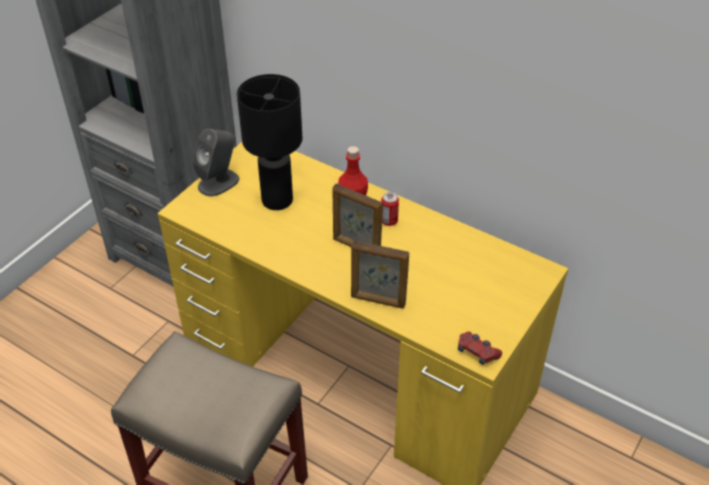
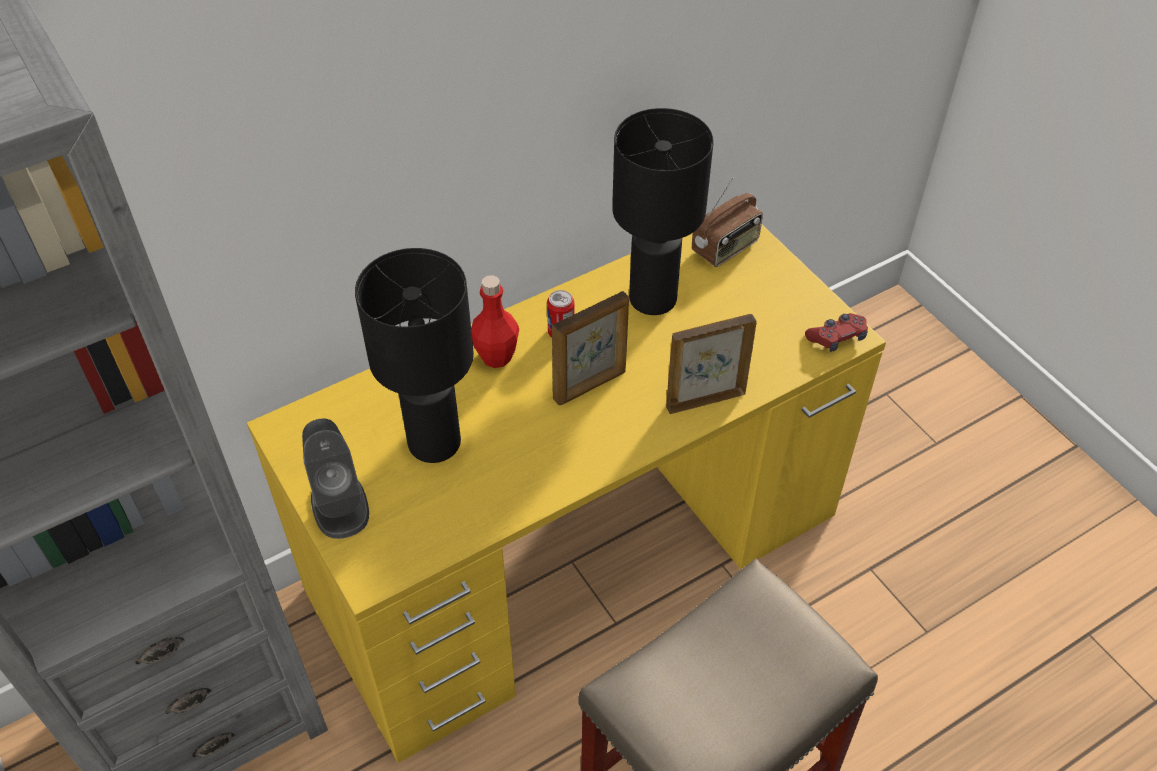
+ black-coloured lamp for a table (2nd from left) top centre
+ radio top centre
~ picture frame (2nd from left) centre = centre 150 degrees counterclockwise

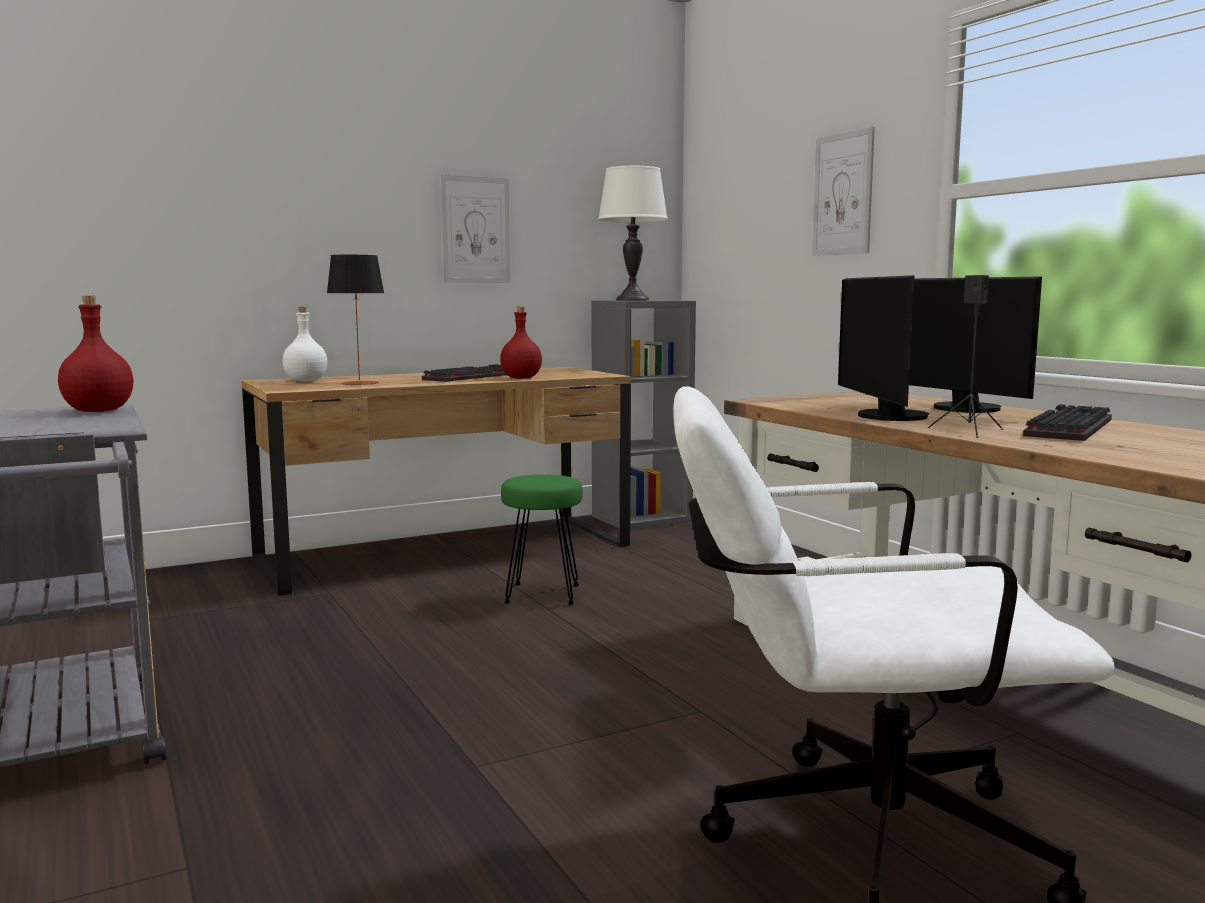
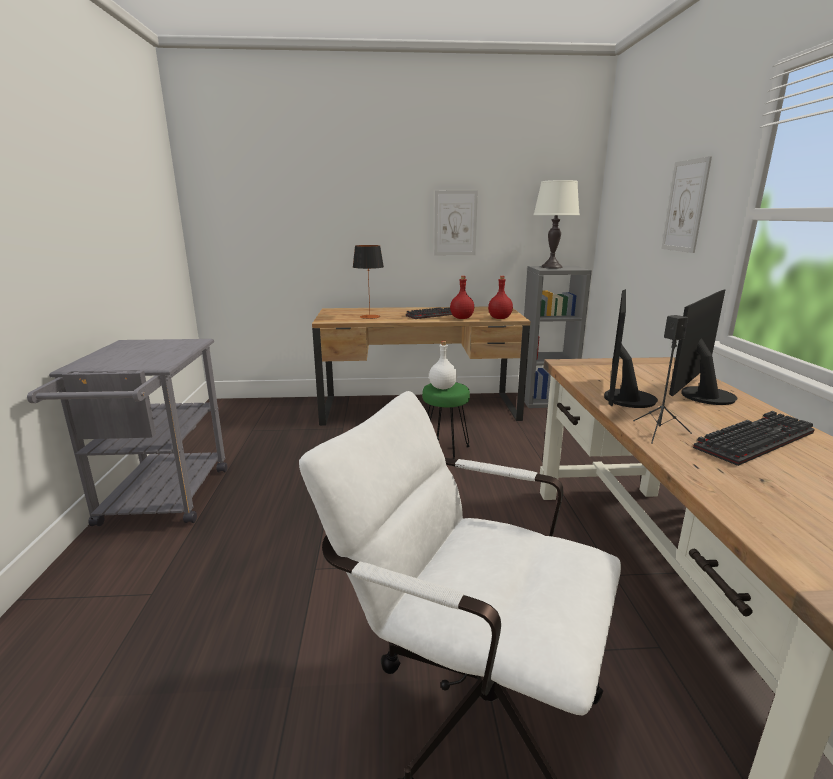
~ red bottle (1st from left in the first image) middle left to red bottle (2nd from left) centre
~ whitish bottle middle left to centre
~ computer display (2nd from left) middle right = middle right 45 degrees clockwise

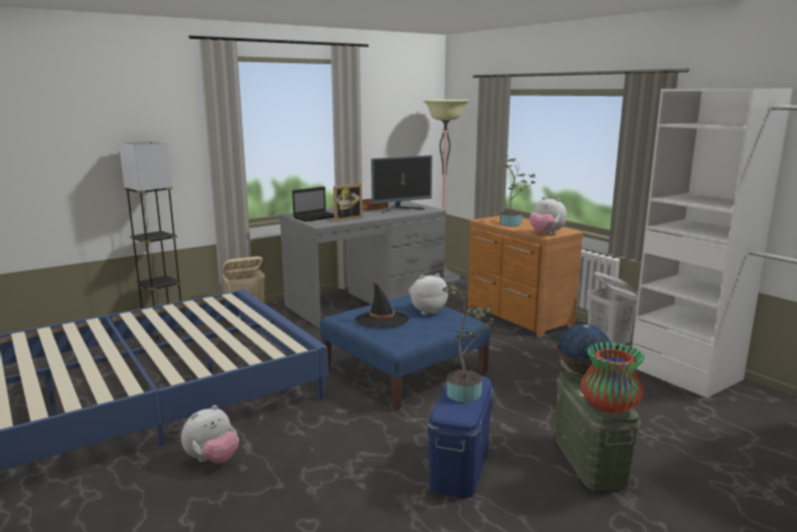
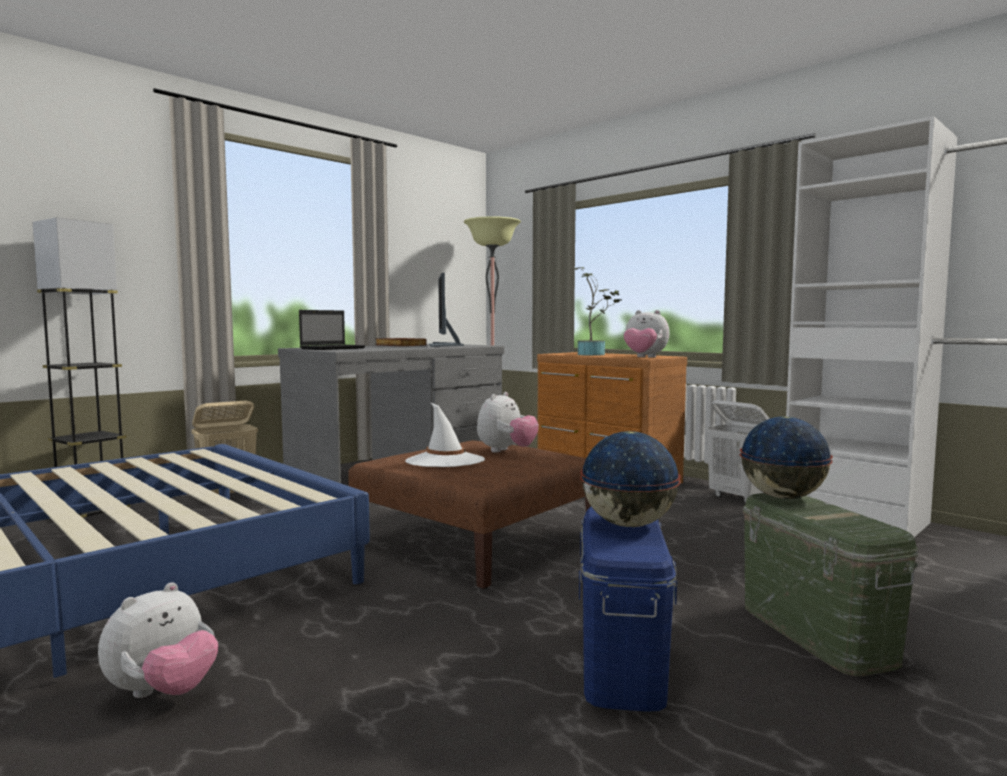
- picture frame centre
- flower vase bottom right
~ plant in a pot (1st from left) centre to globe (1st from left) centre
~ blue-coloured footrest centre to brownish footrest centre
~ black-coloured wearable hat centre to whitish wearable hat centre
~ computer display centre = centre 120 degrees clockwise
~ cuddly toy (2nd from left) centre = centre 150 degrees clockwise

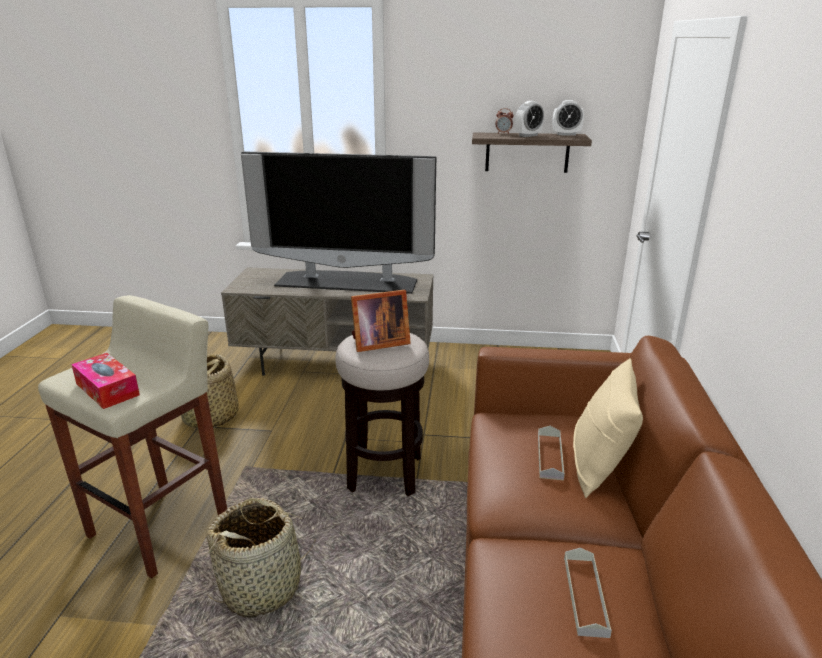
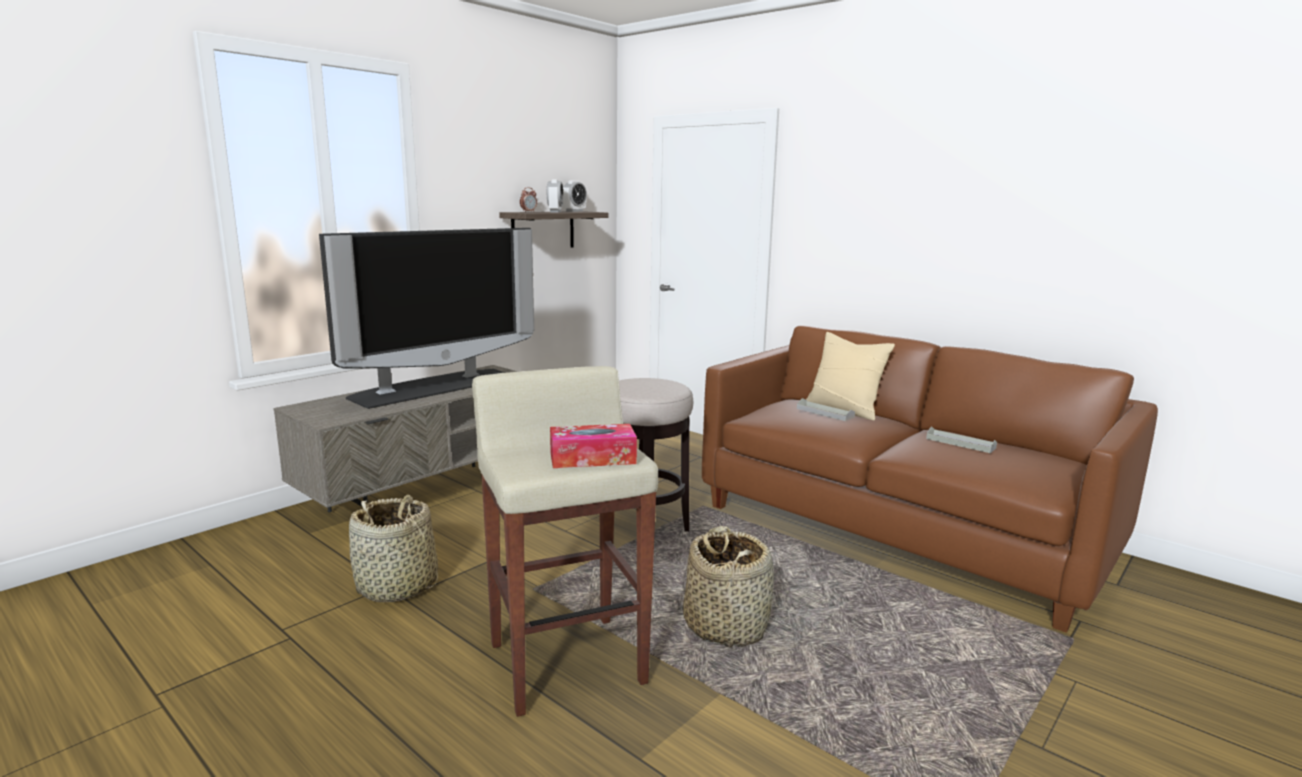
- picture frame centre

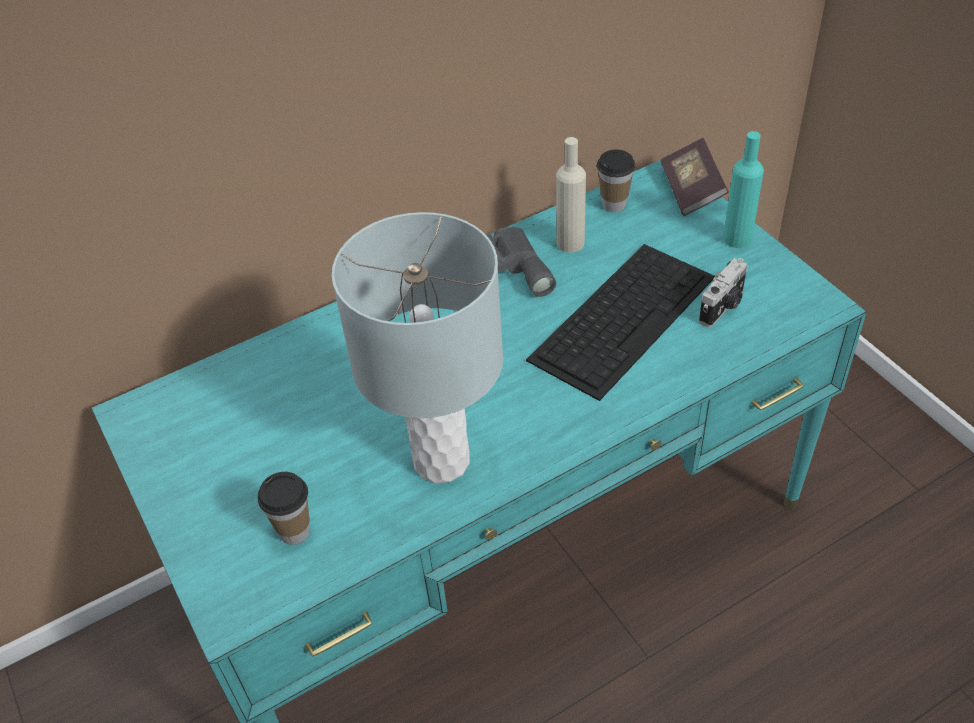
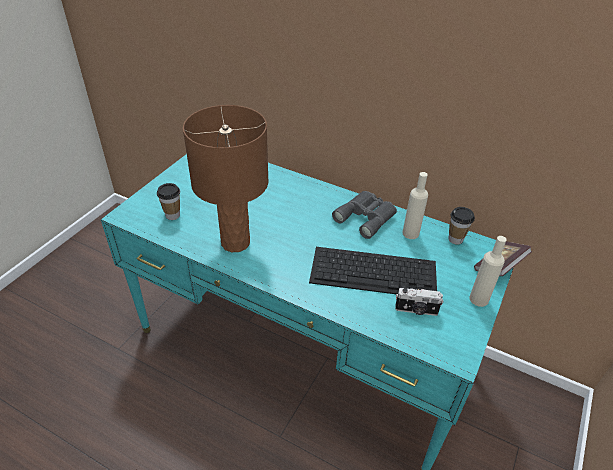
~ gray lamp for a table centre to brownish lamp for a table centre
~ turquoise bottle top right to beige bottle (2nd from left) middle right

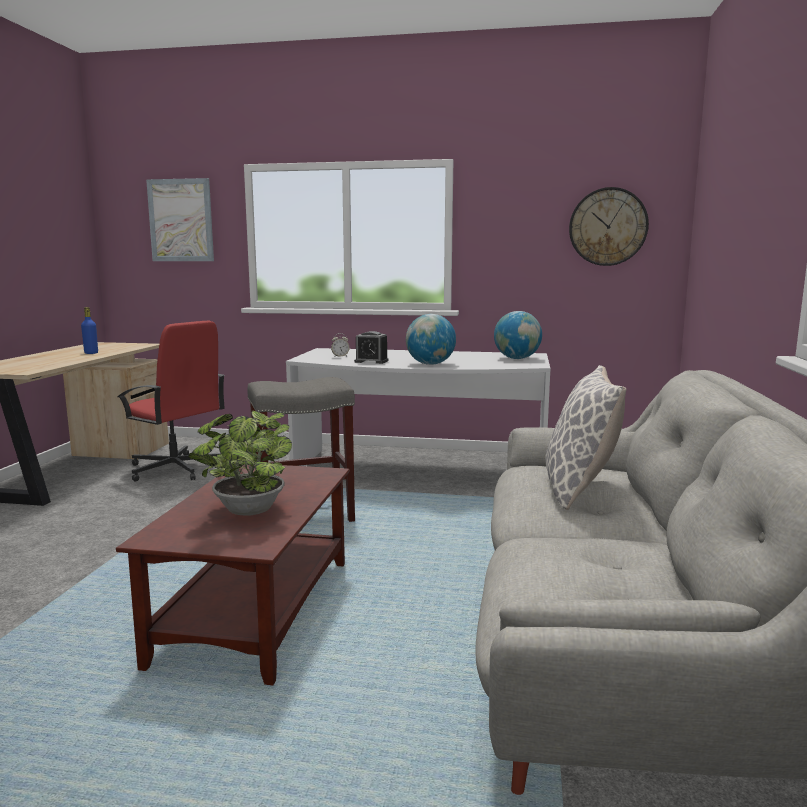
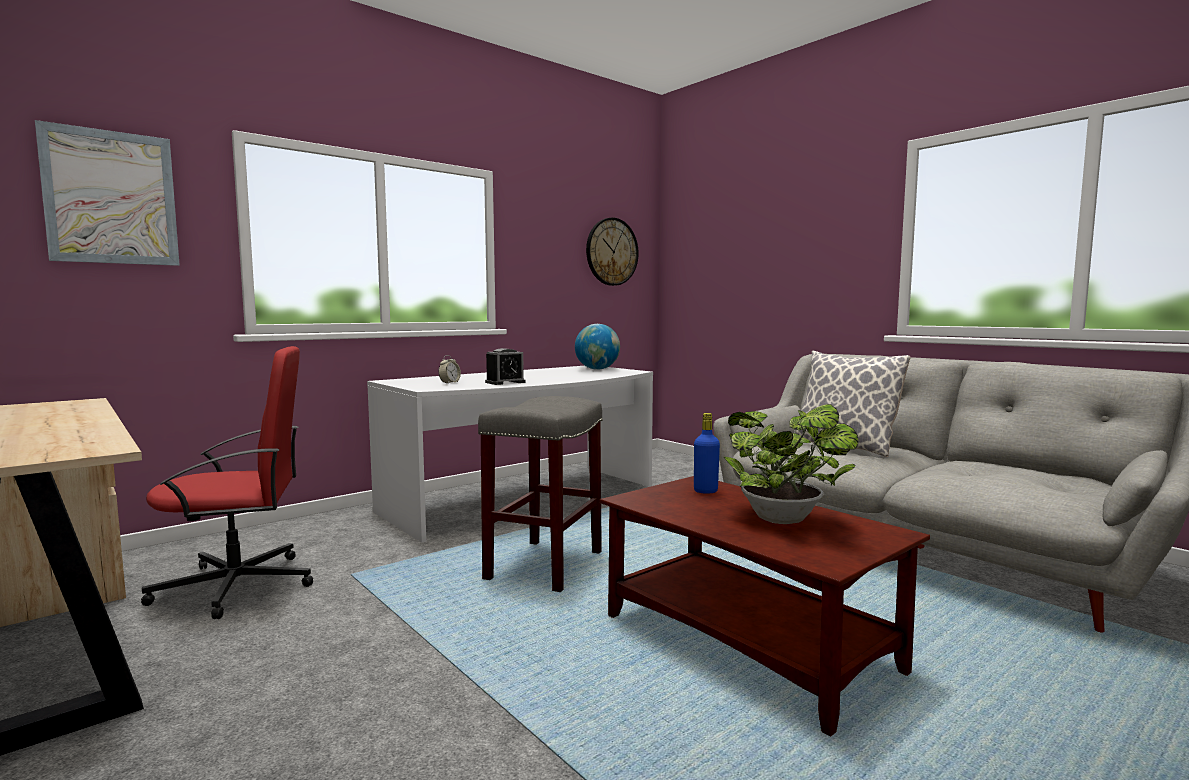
- globe (1st from left) centre
~ blue-coloured bottle middle left to centre

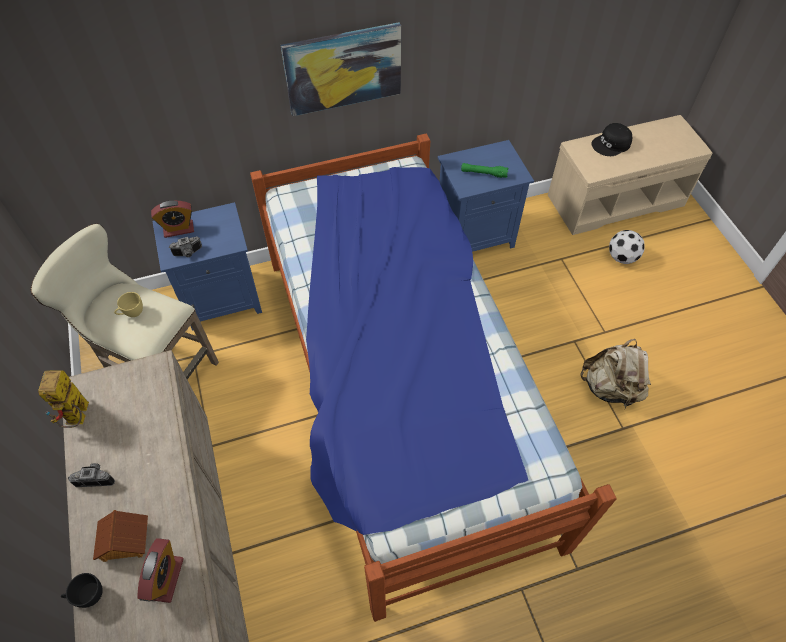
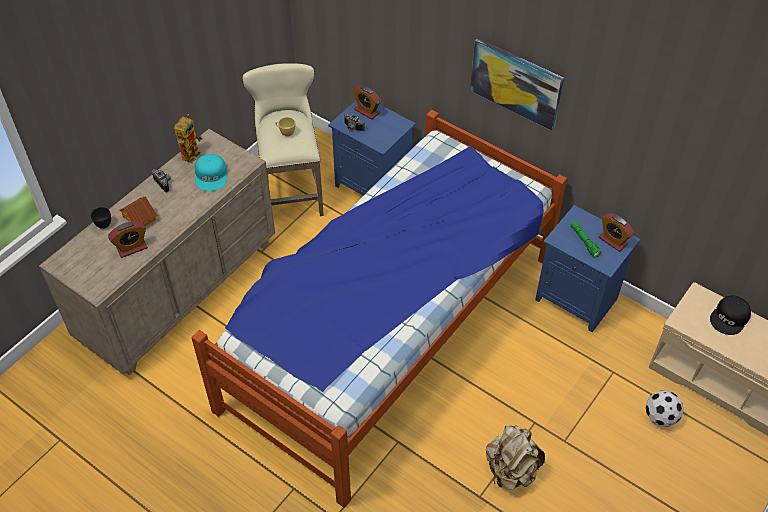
+ turquoise peaked cap middle left
+ bedside clock (3rd from left) middle right
~ toy robot middle left = top left 150 degrees clockwise
~ black-coloured peaked cap top right = middle right 75 degrees counterclockwise

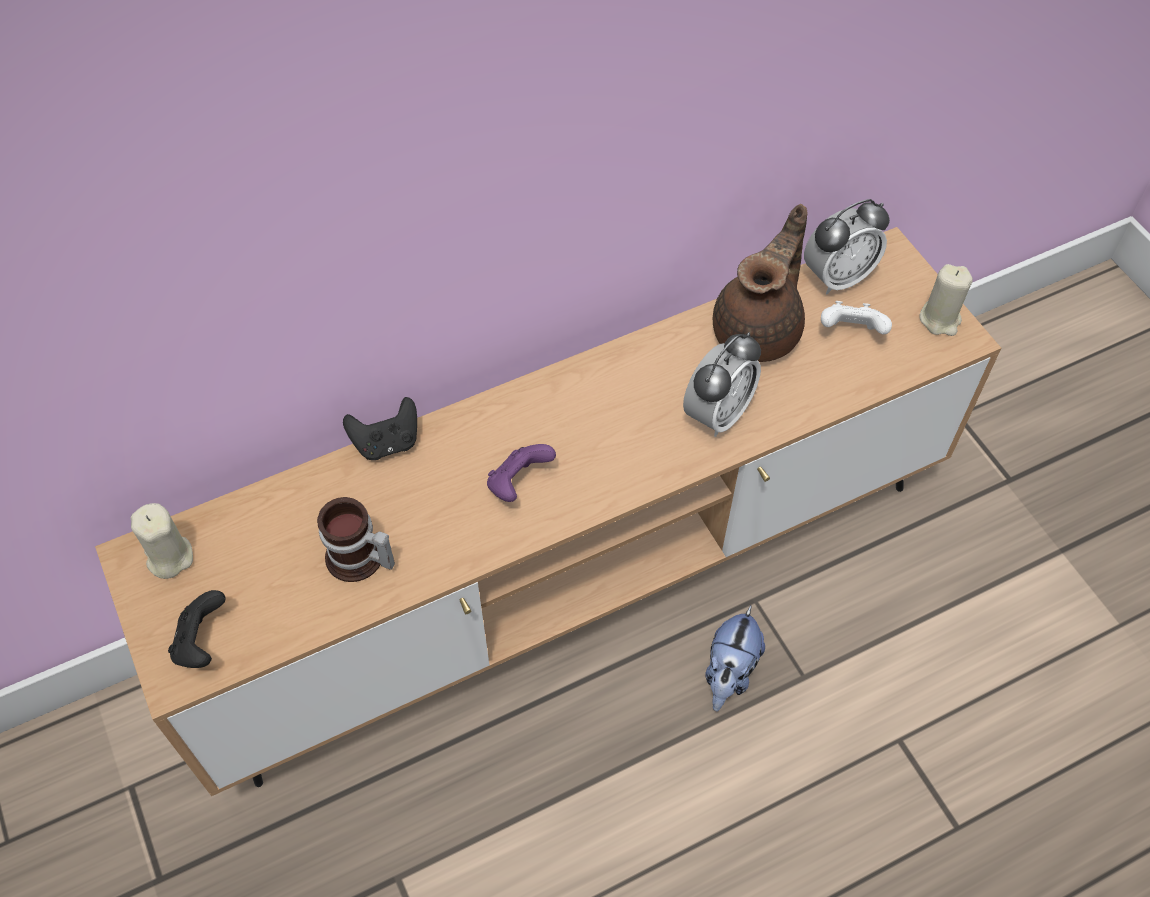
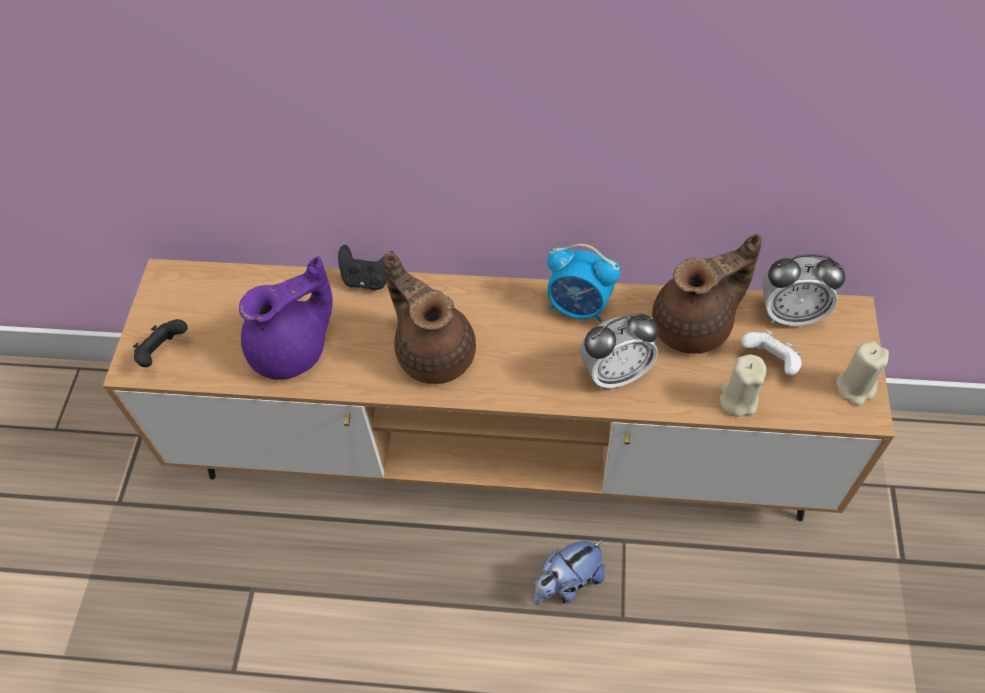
+ bedside clock (1st from left) centre
~ beige wax candle (1st from left) middle left to middle right
~ coffee mug middle left to purple pot for tea middle left
~ purple game controller centre to brownish pot for tea (1st from left) centre

